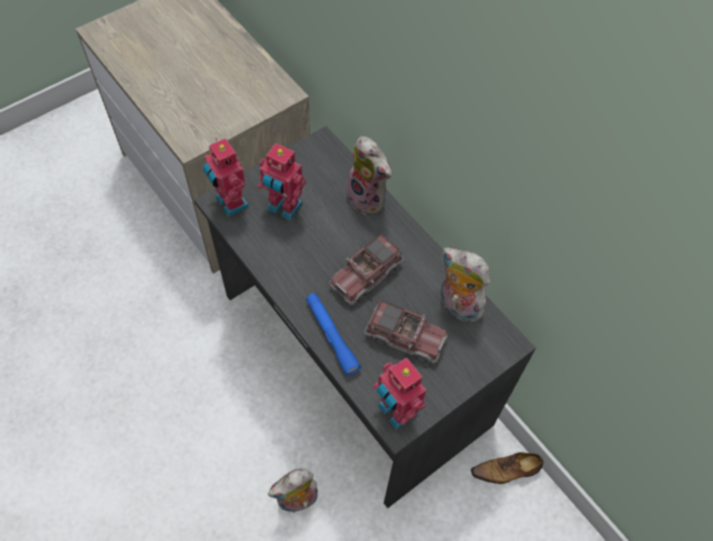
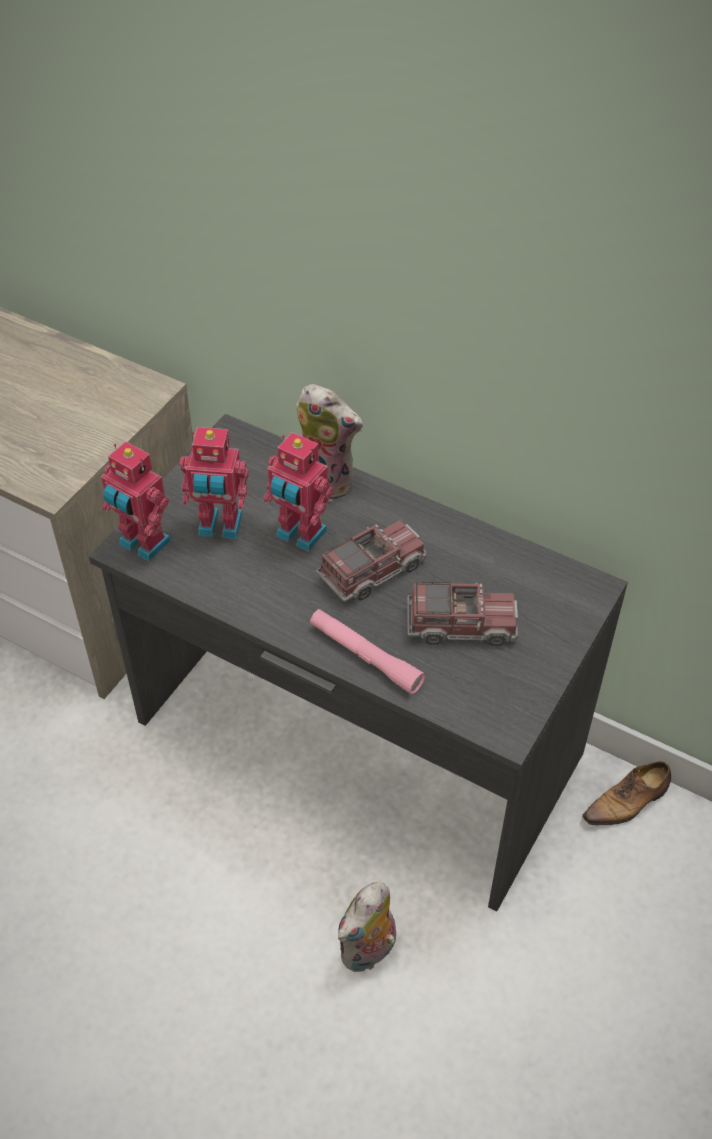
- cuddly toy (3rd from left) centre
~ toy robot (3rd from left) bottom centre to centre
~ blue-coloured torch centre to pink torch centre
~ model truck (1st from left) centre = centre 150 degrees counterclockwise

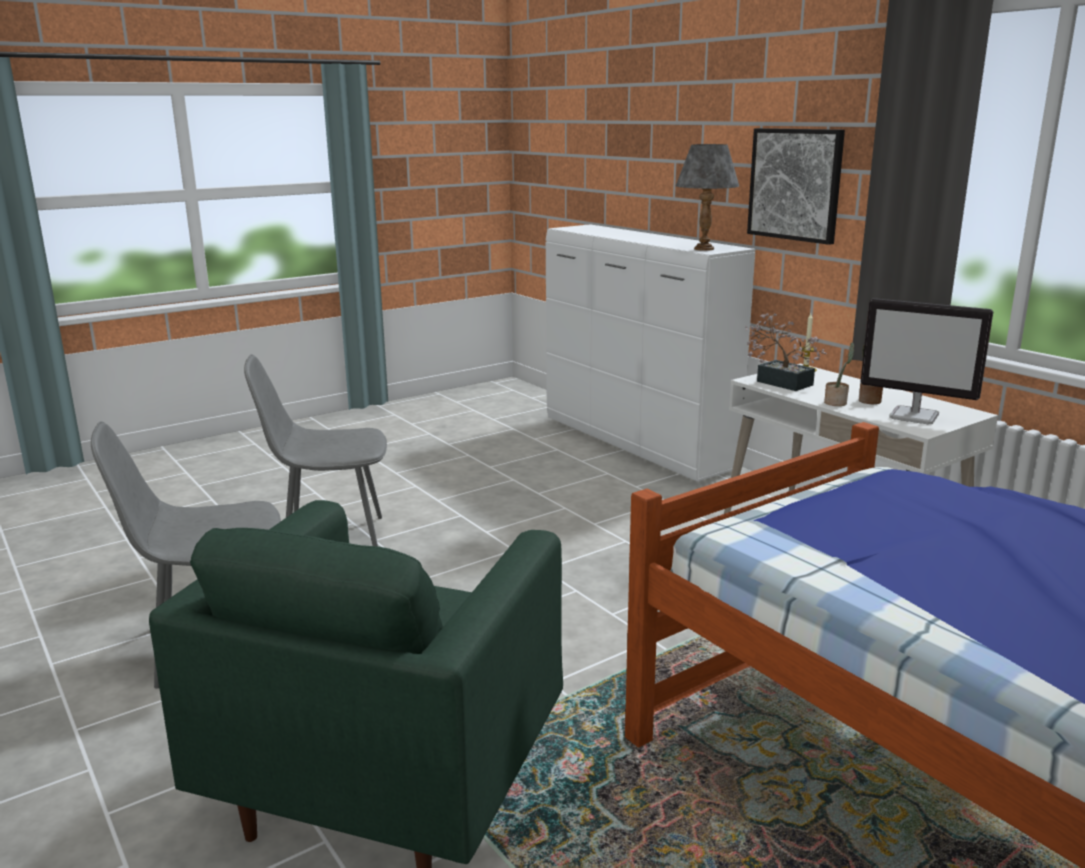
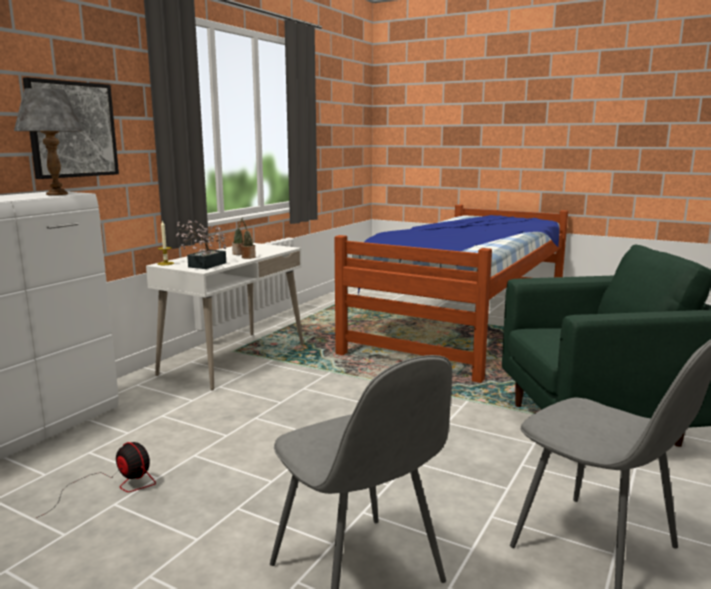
- computer display middle right
+ fan bottom left

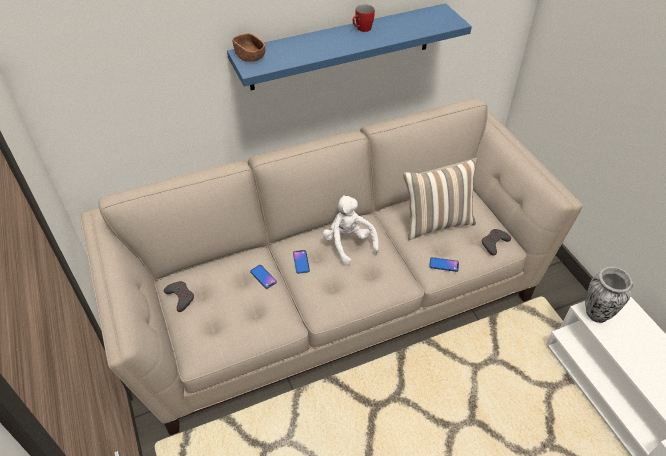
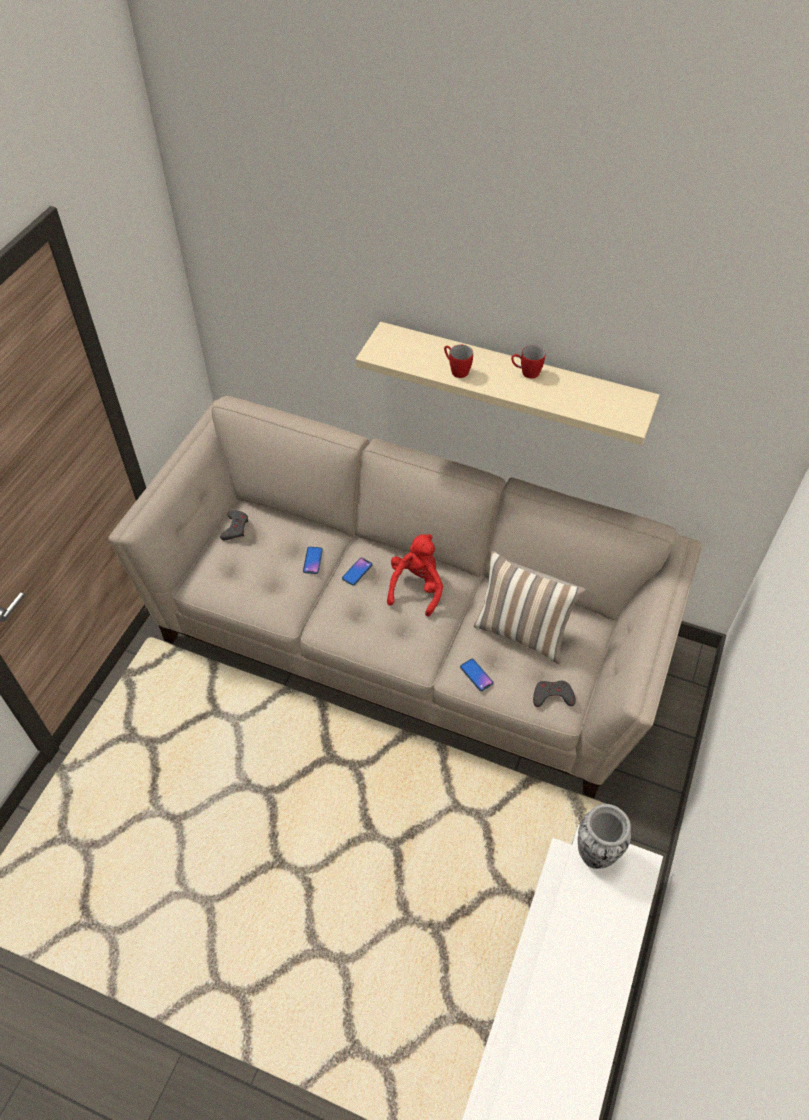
- brownish deep dish top centre
+ red coffee mug (1st from left) top centre
~ blue-coloured shelf top centre to beige shelf centre
~ whitish cuddly toy centre to red cuddly toy centre

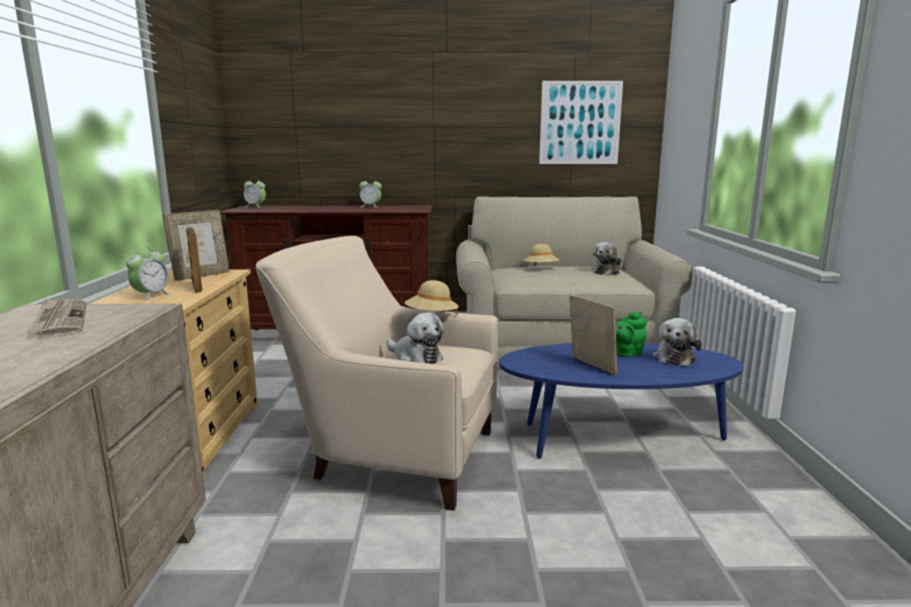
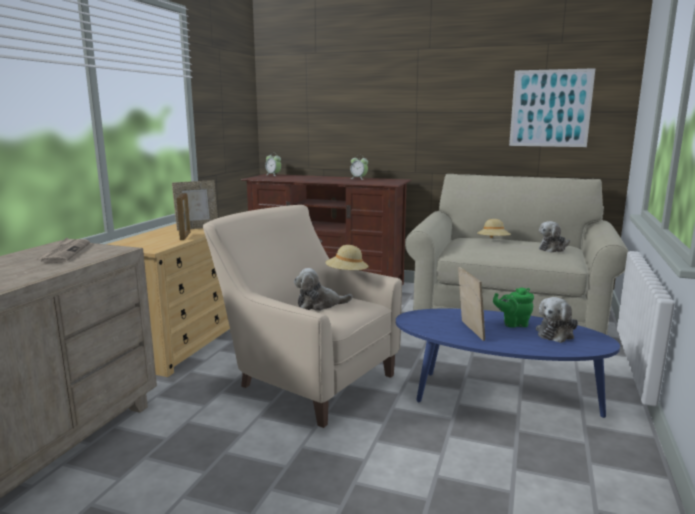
- bedside clock (1st from left) middle left
~ cuddly toy (1st from left) centre = centre 105 degrees clockwise

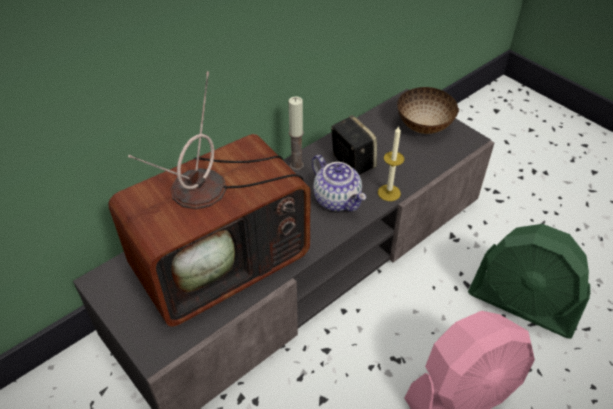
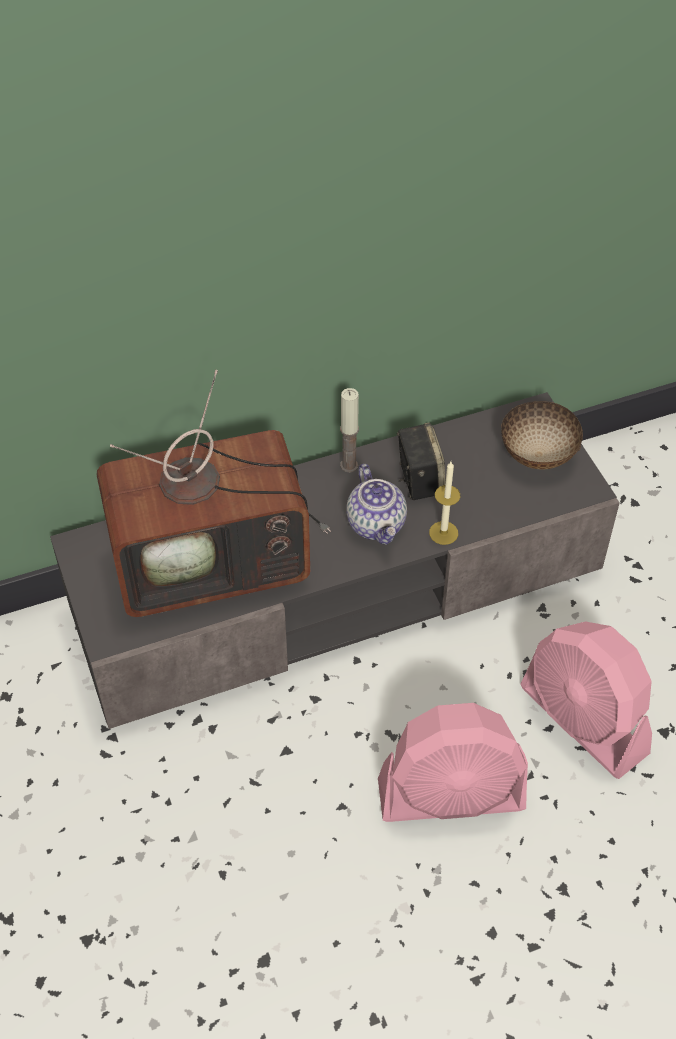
~ green-coloured fan bottom right to pink fan (2nd from left) bottom right

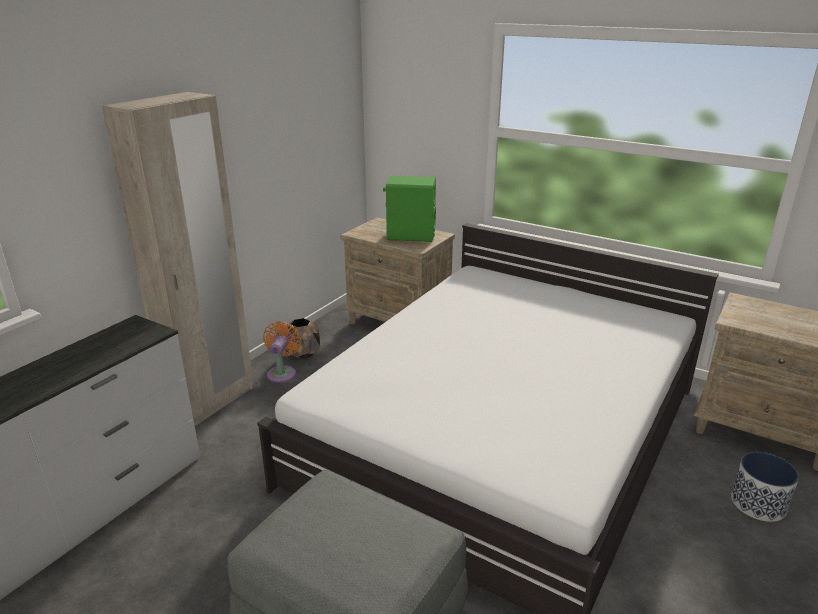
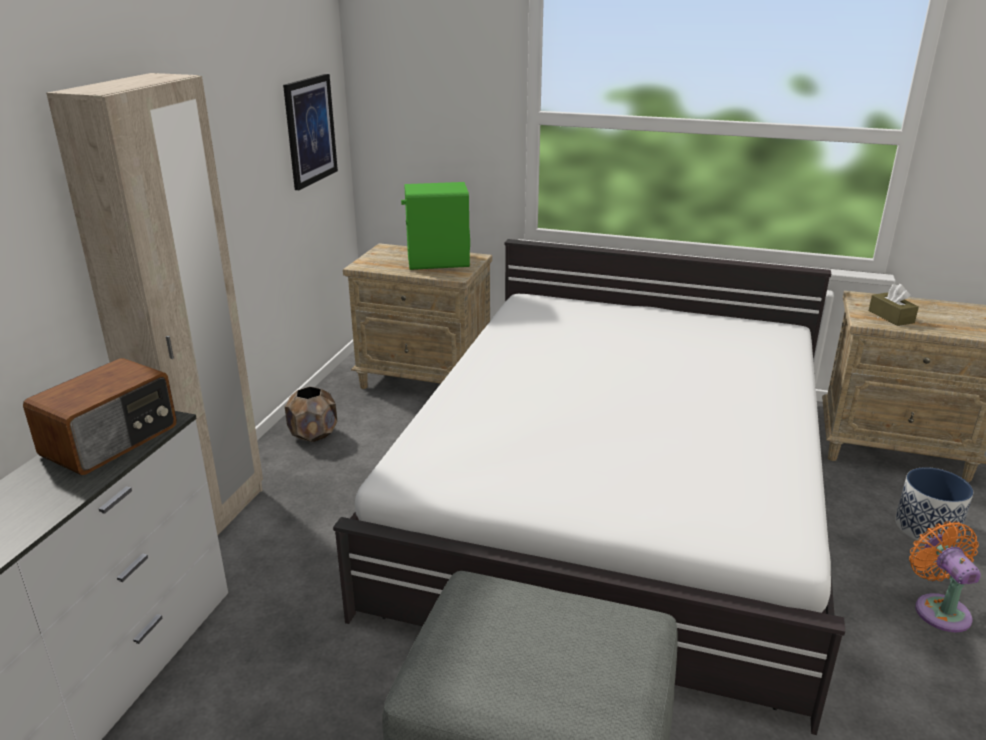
+ radio middle left
+ wall art top left
+ brownish tissue holder middle right
~ orange fan centre to bottom right

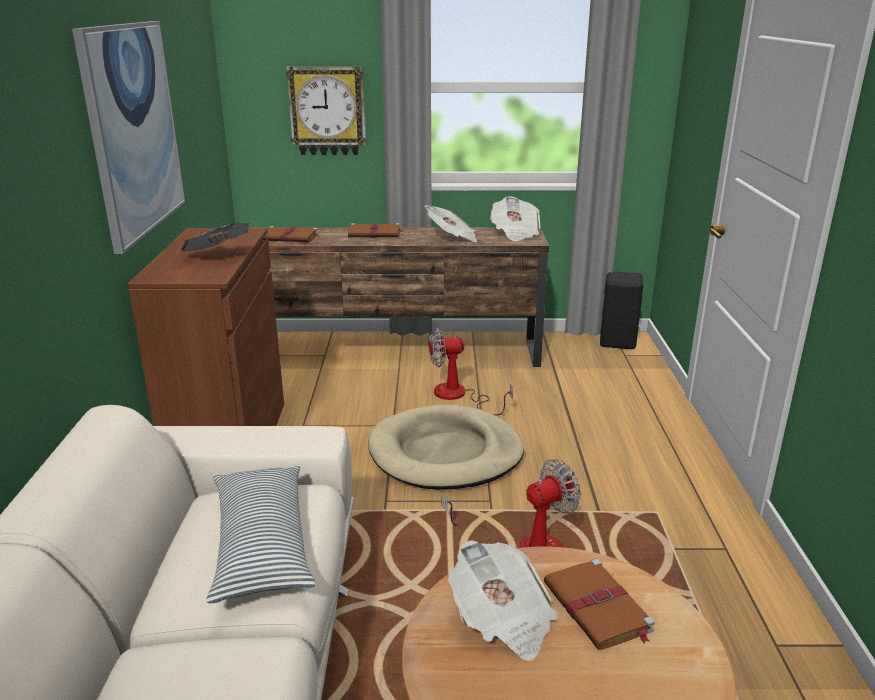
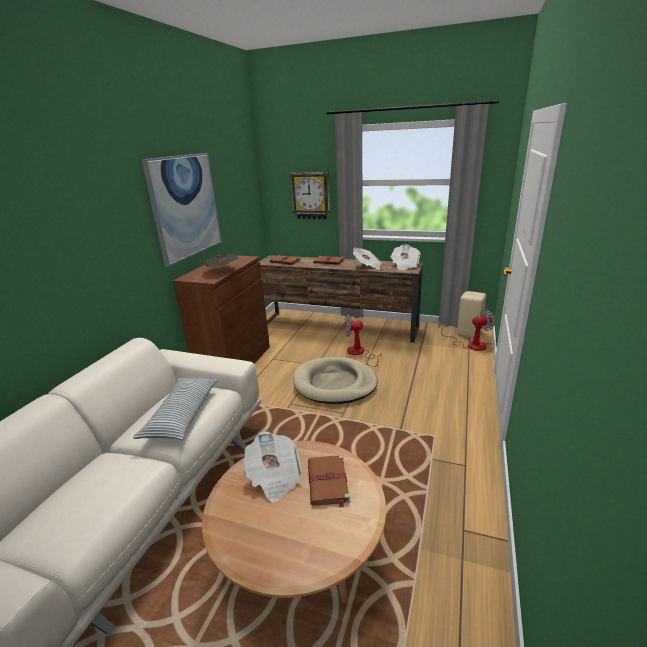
~ fan (2nd from left) bottom centre to middle right
~ black-coloured sitting stool middle right to beige sitting stool middle right

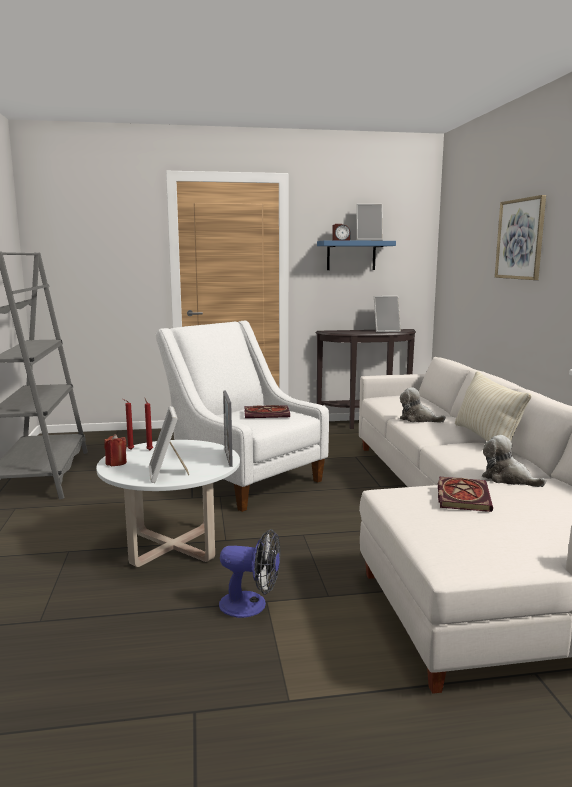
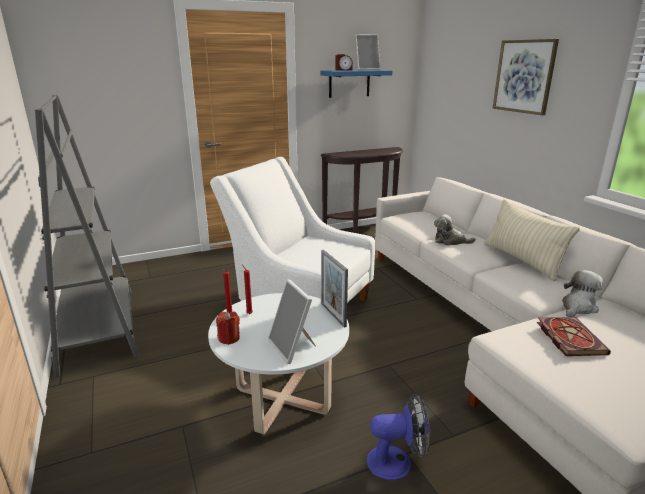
- bound book (1st from left) centre
- picture frame (4th from left) middle right
~ cuddly toy (2nd from left) middle right = middle right 105 degrees clockwise

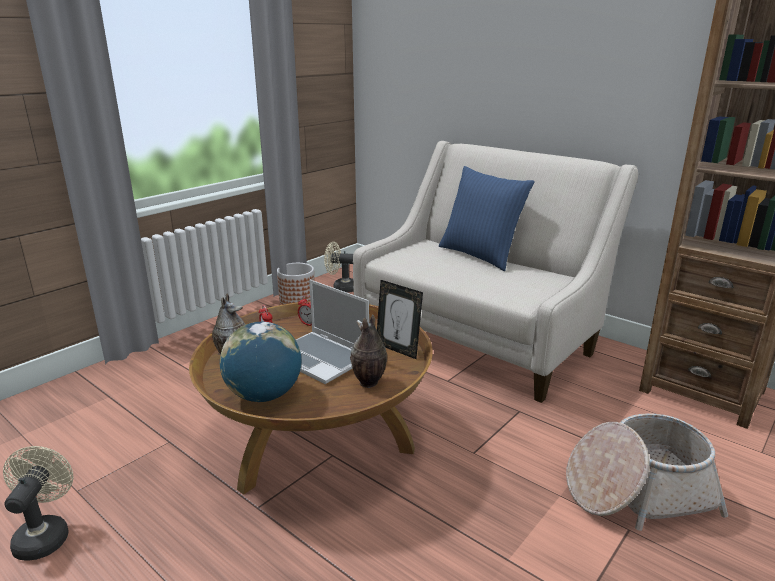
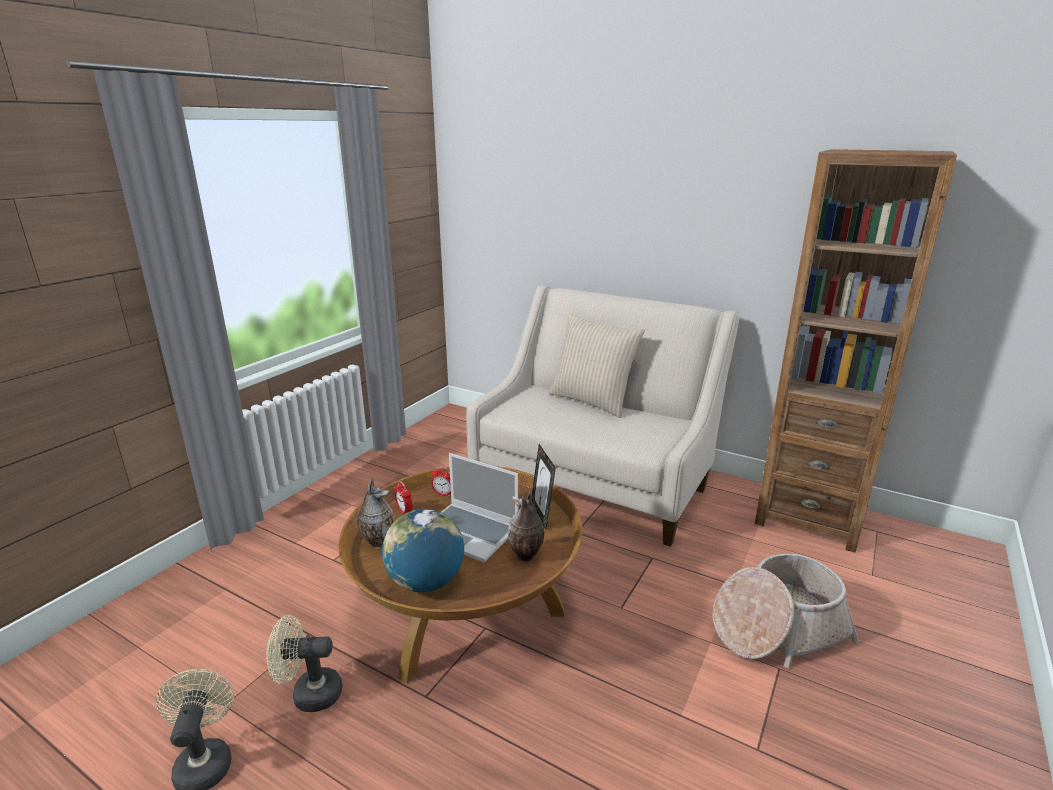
- planter centre
~ beige fan (2nd from left) centre to bottom left
~ blue-coloured cushion centre to beige cushion centre
~ picture frame centre = centre 45 degrees clockwise

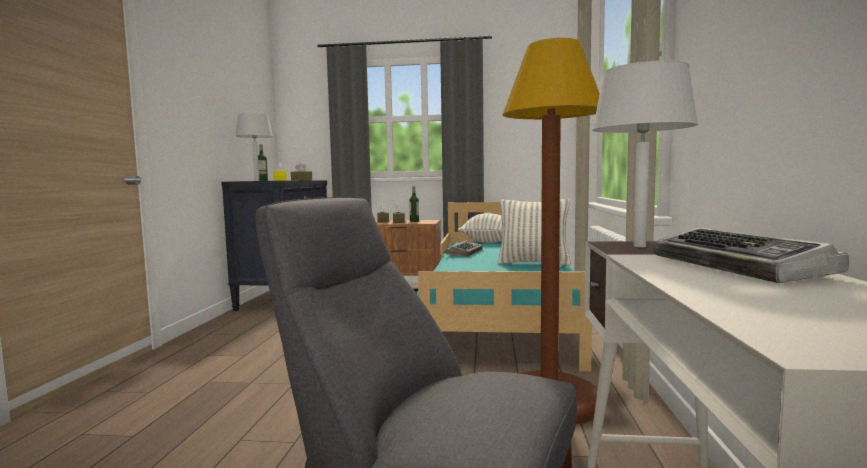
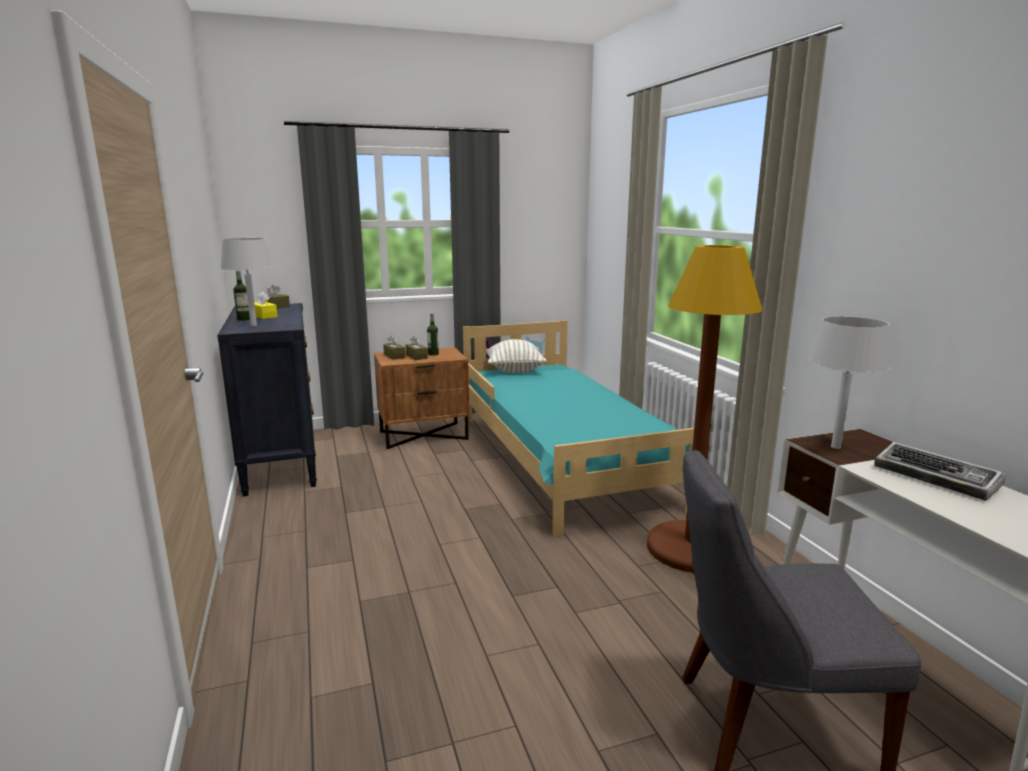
- computer keyboard (1st from left) centre
- cushion (2nd from left) centre

